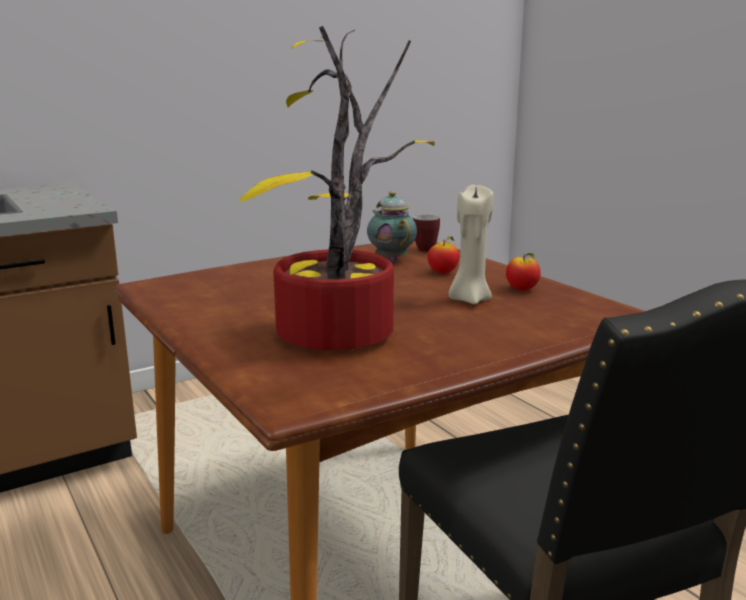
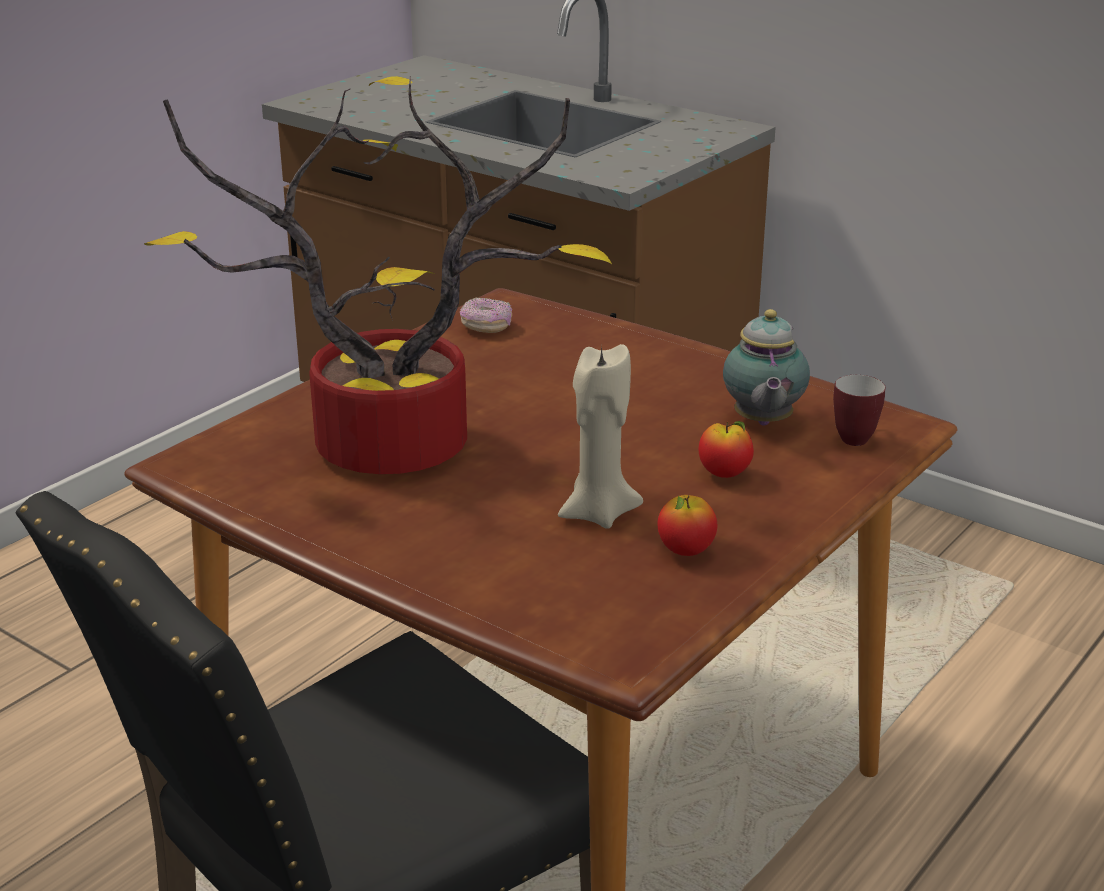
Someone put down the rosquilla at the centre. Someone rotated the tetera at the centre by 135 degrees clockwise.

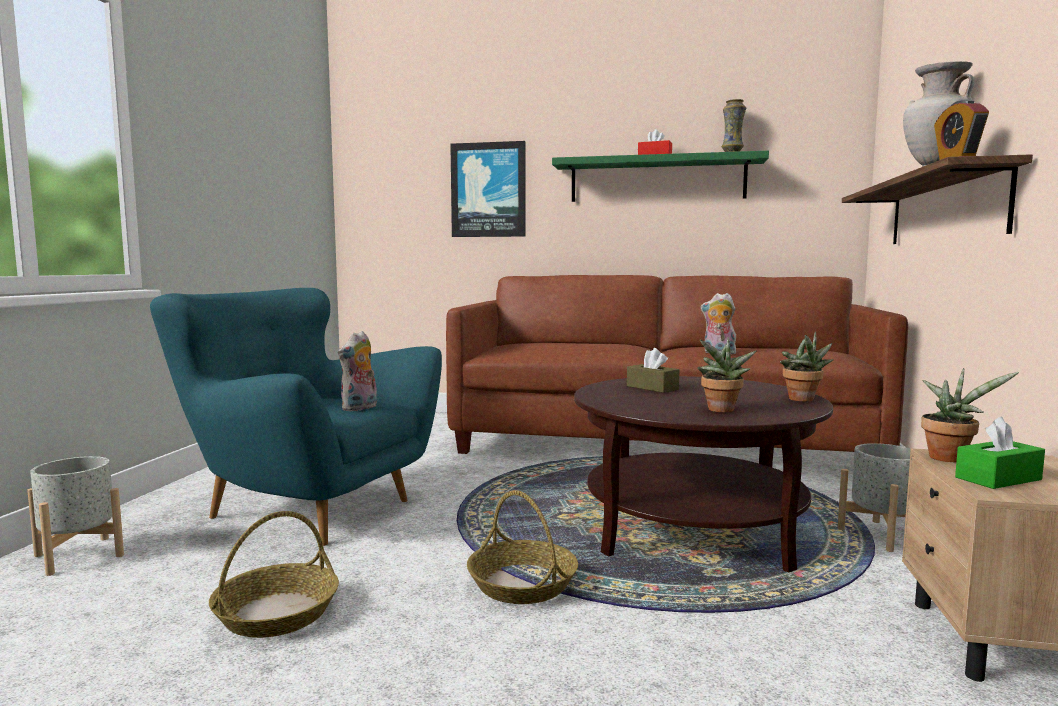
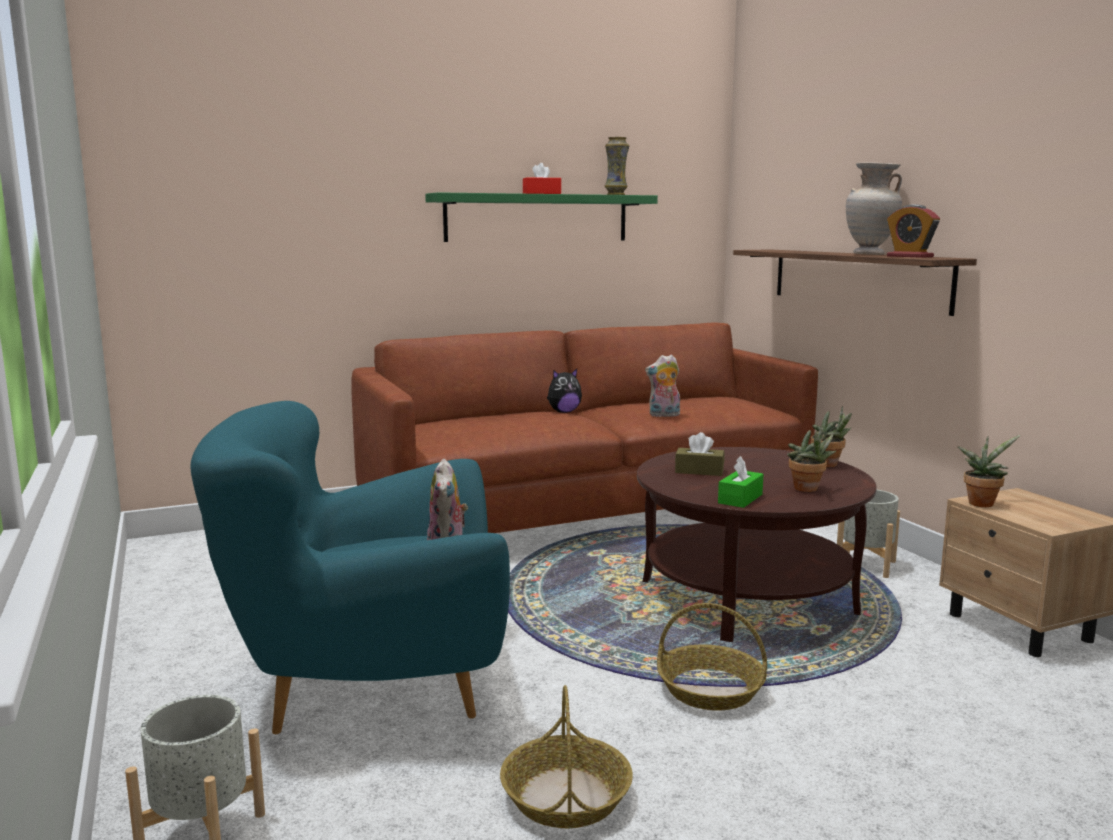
Someone took away the cuadro at the top centre. Someone put down the peluche (2nd from left) at the centre. Someone carried the caja de pañuelos (verde) from the middle right to the centre.

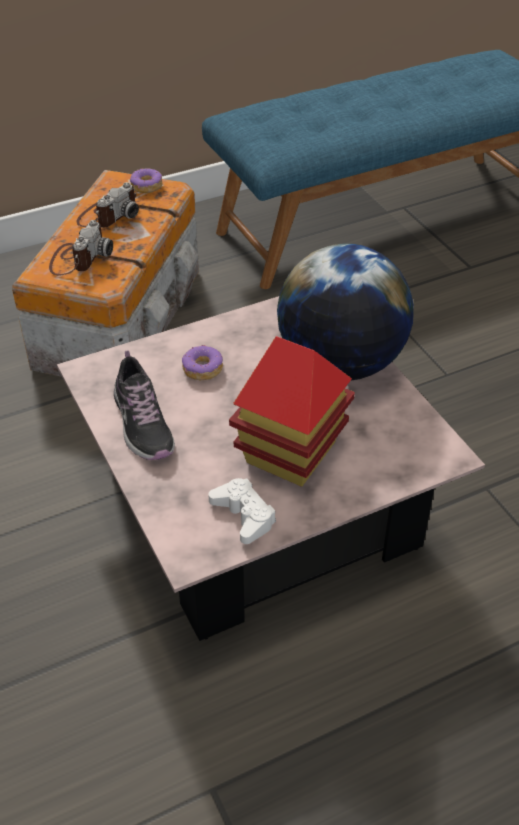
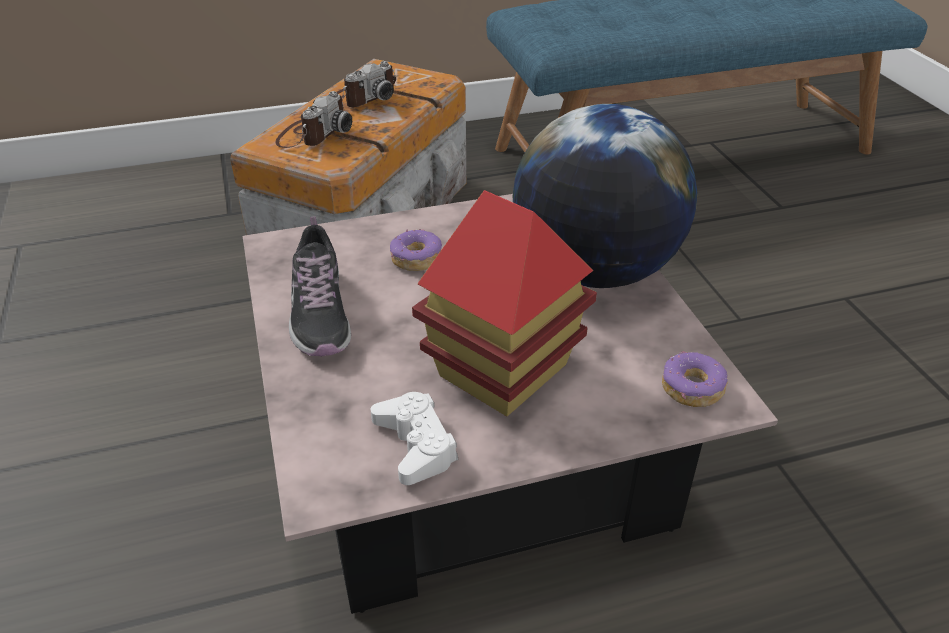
Someone carried the rosquilla (1st from left in the first image) from the top left to the middle right.

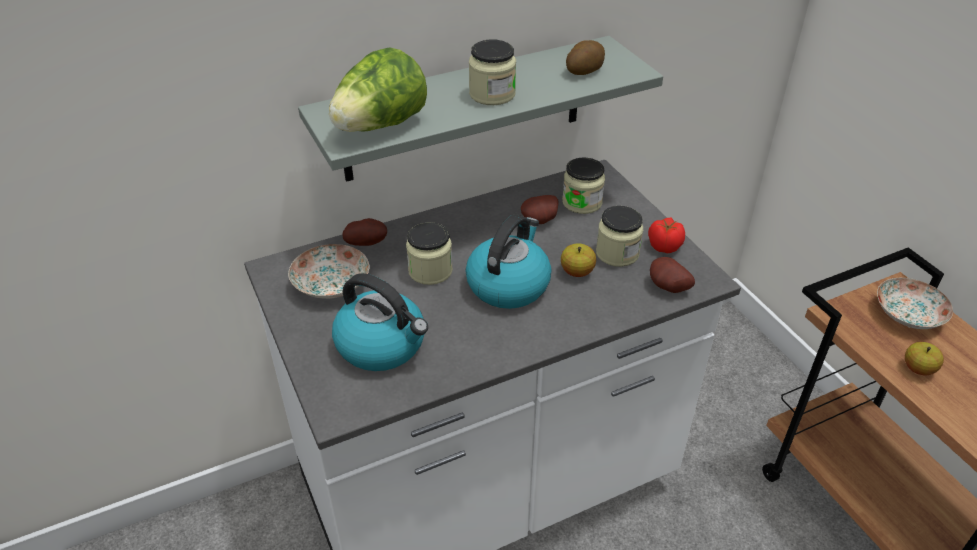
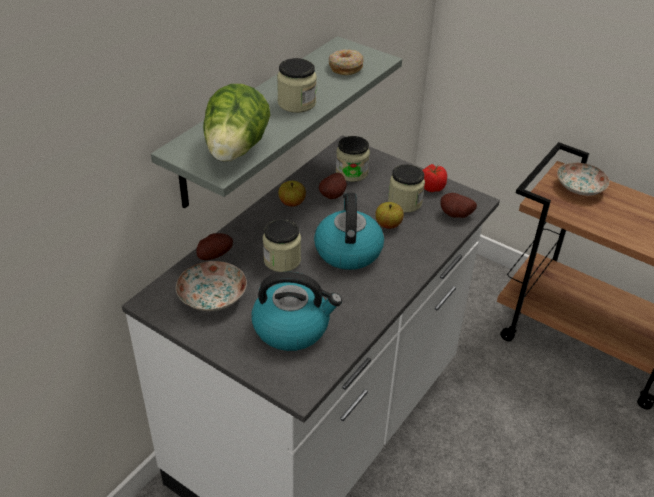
Someone carried the manzana (2nd from left in the first image) from the middle right to the centre. Someone swapped the patata (3rd from left) at the top centre for the rosquilla at the top centre.

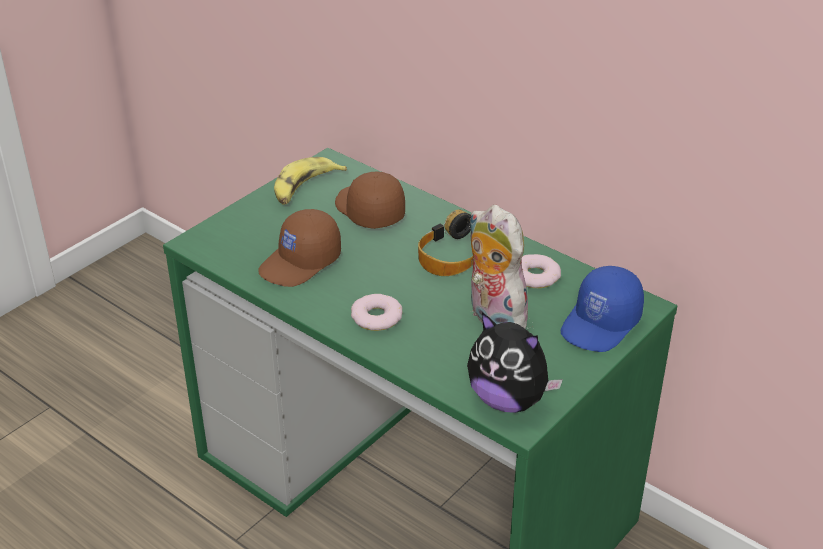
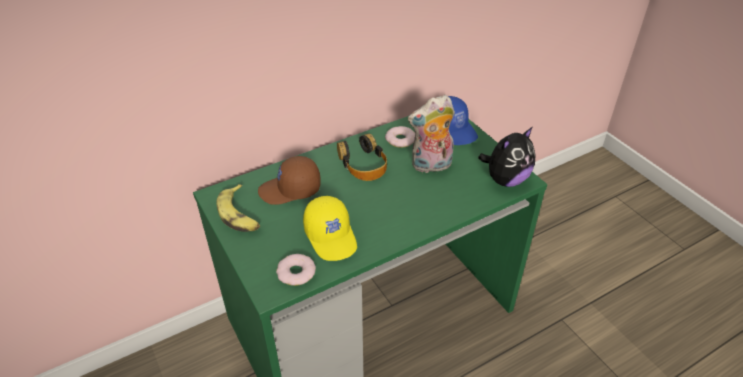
Someone carried the rosquilla (1st from left) from the centre to the bottom centre. Someone repainted the gorra (marrón) (1st from left) at the centre, which became the gorra (amarillo) at the centre.

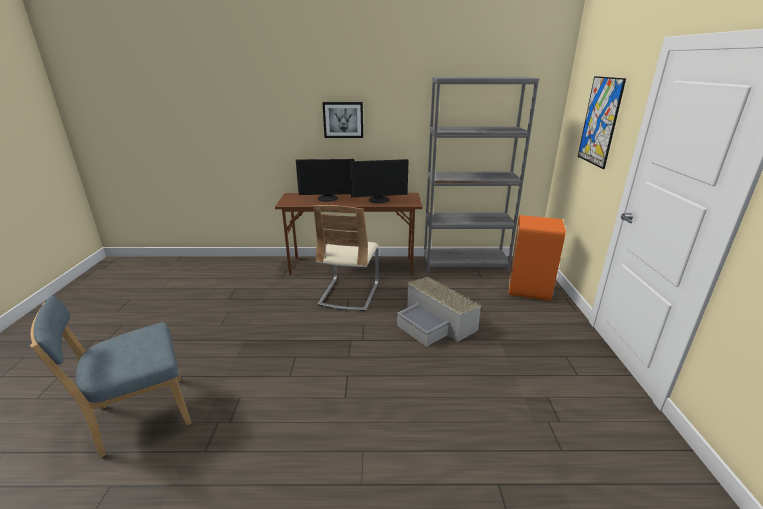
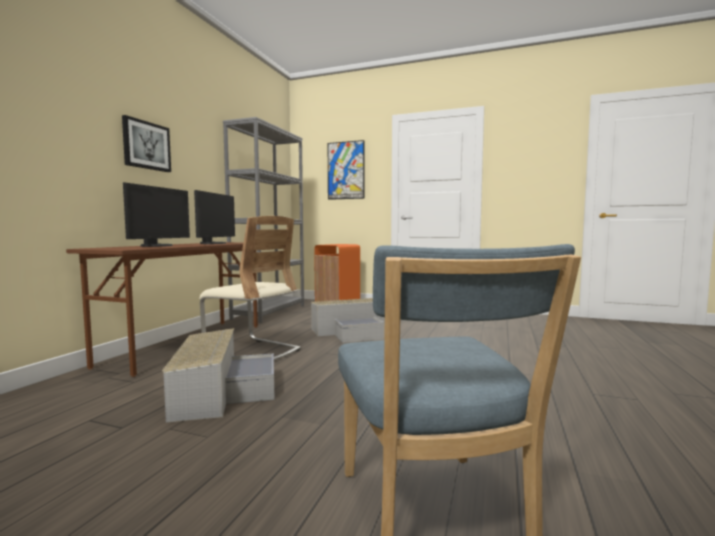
Someone put down the caja de almacenaje (gris) (1st from left) at the bottom left.

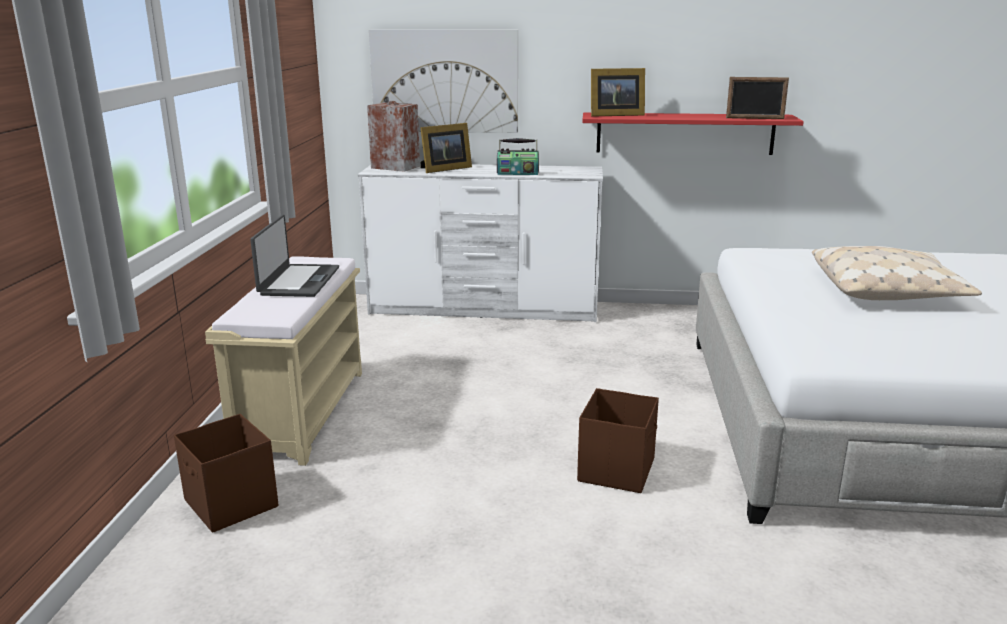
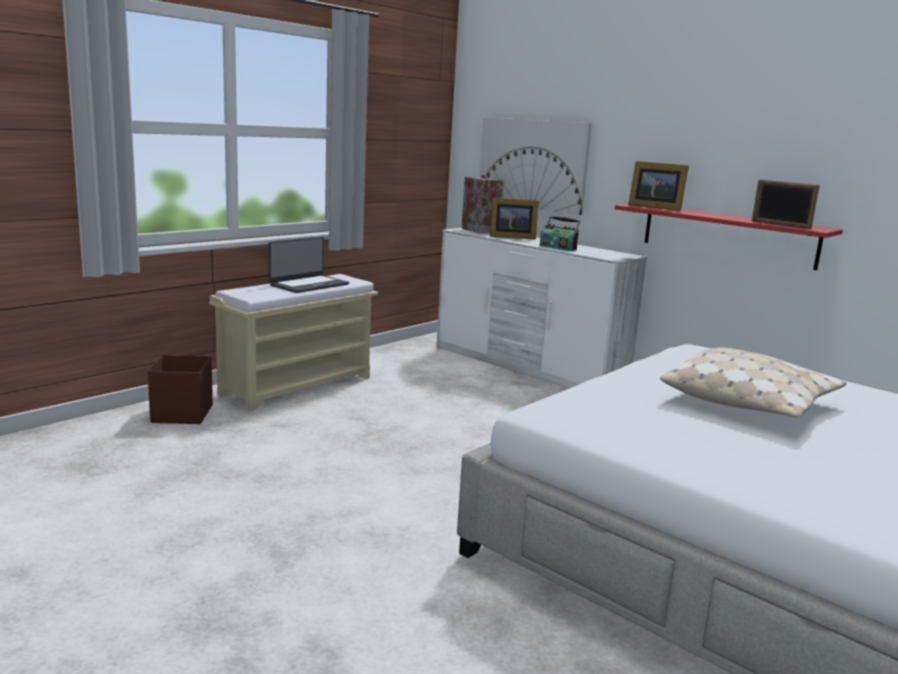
Someone took away the caja de almacenaje (marrón) (2nd from left) at the bottom centre.

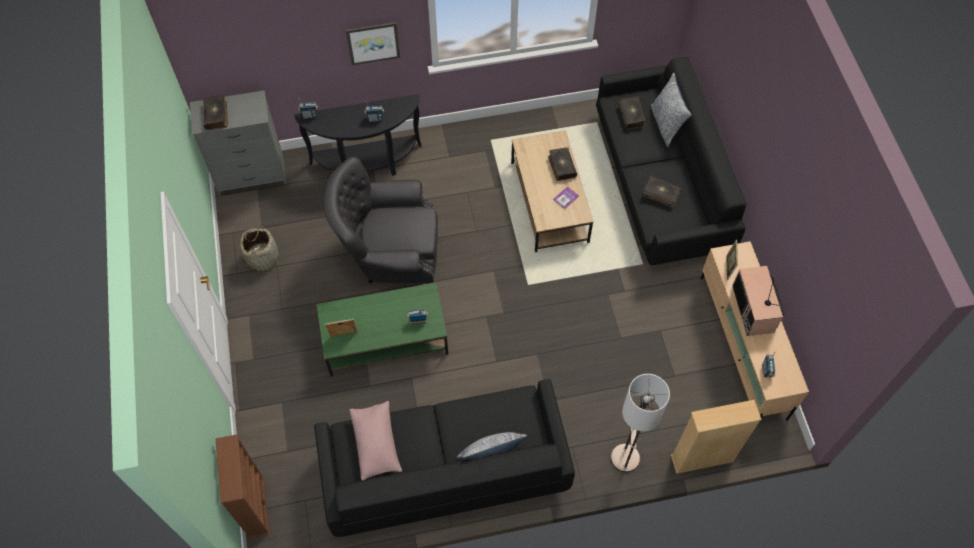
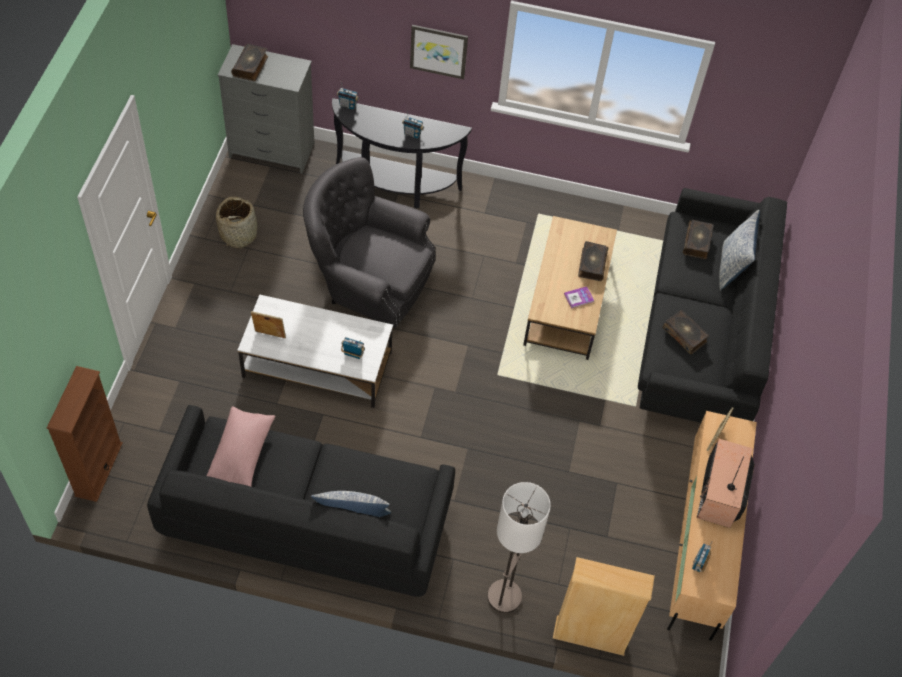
Someone repainted the mesa de centro (verde) at the centre, which became the mesa de centro (blanco) at the centre.

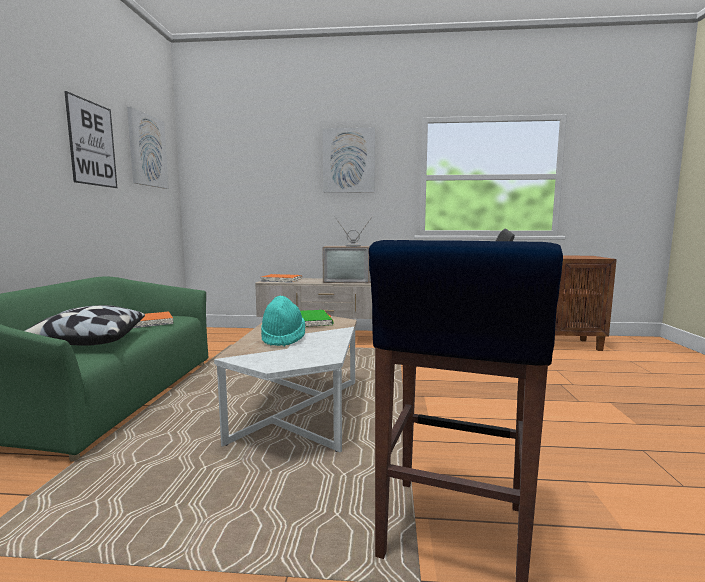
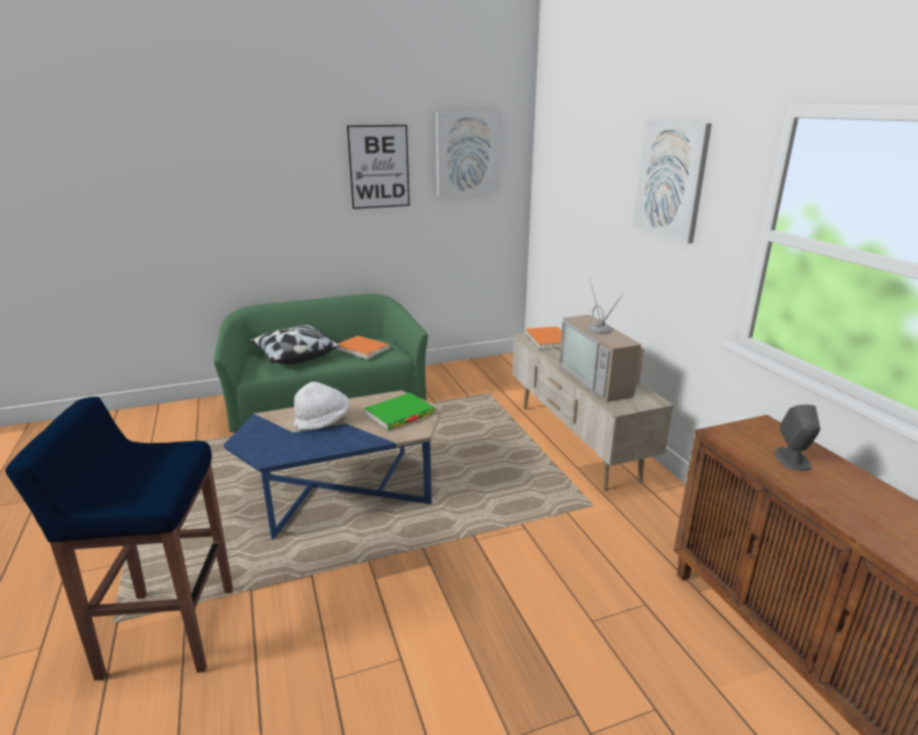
Someone repainted the mesa de centro (blanco) at the centre, which became the mesa de centro (azul) at the centre. Someone repainted the sombrero (turquesa) at the centre, which became the sombrero (blanco) at the centre.

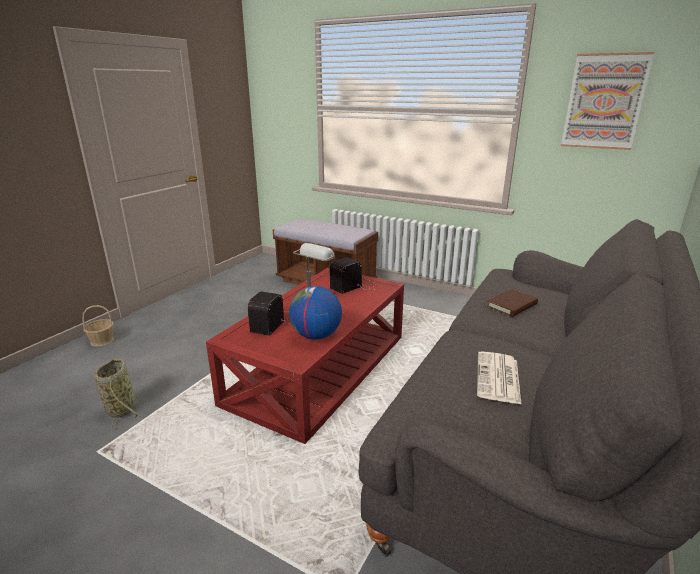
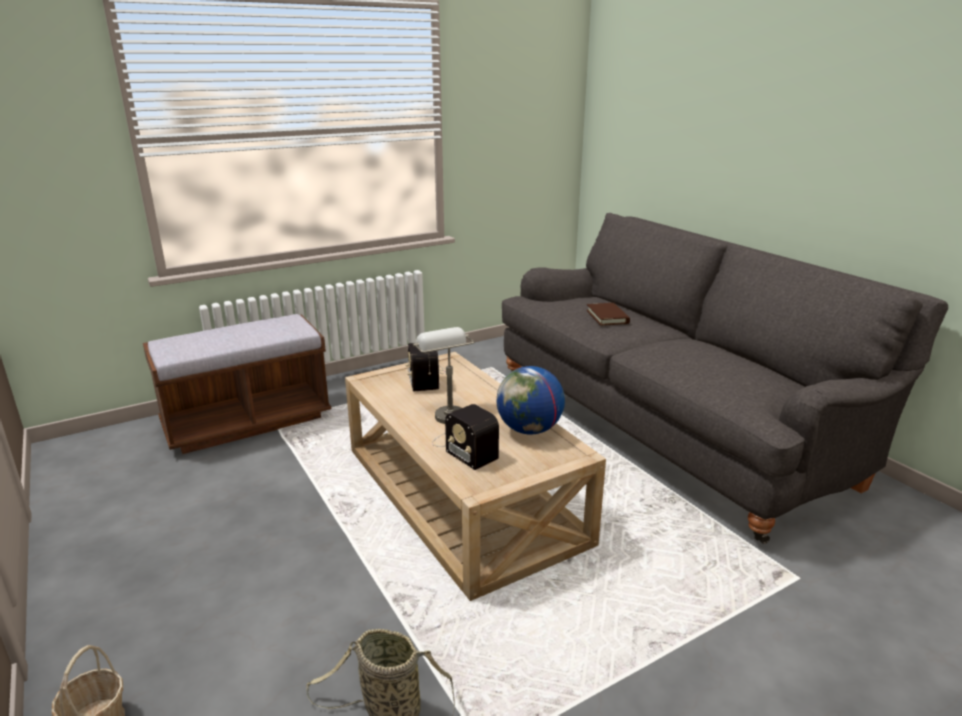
Someone took away the periódico at the middle right. Someone took away the cuadro at the top right. Someone repainted the mesa de centro (rojo) at the centre, which became the mesa de centro (beis) at the centre.

